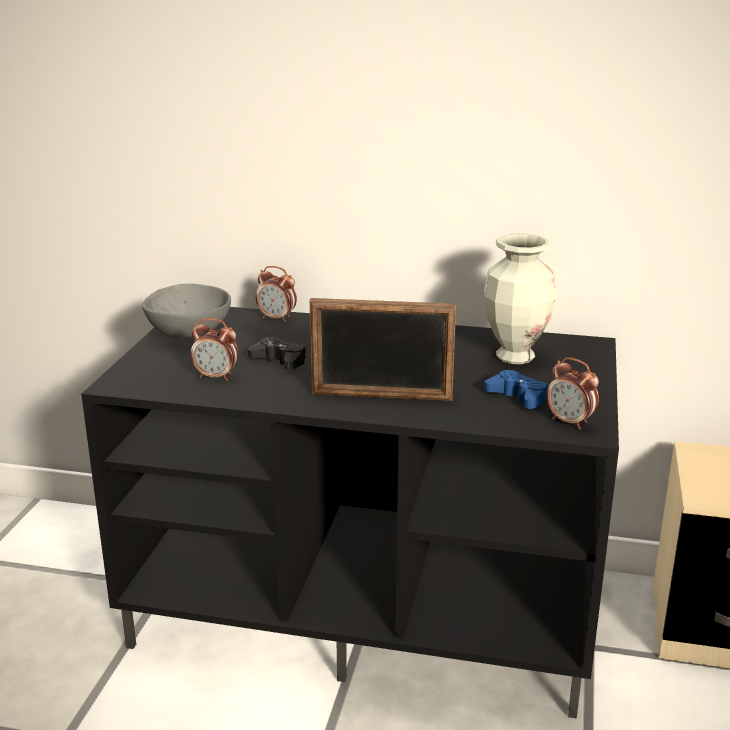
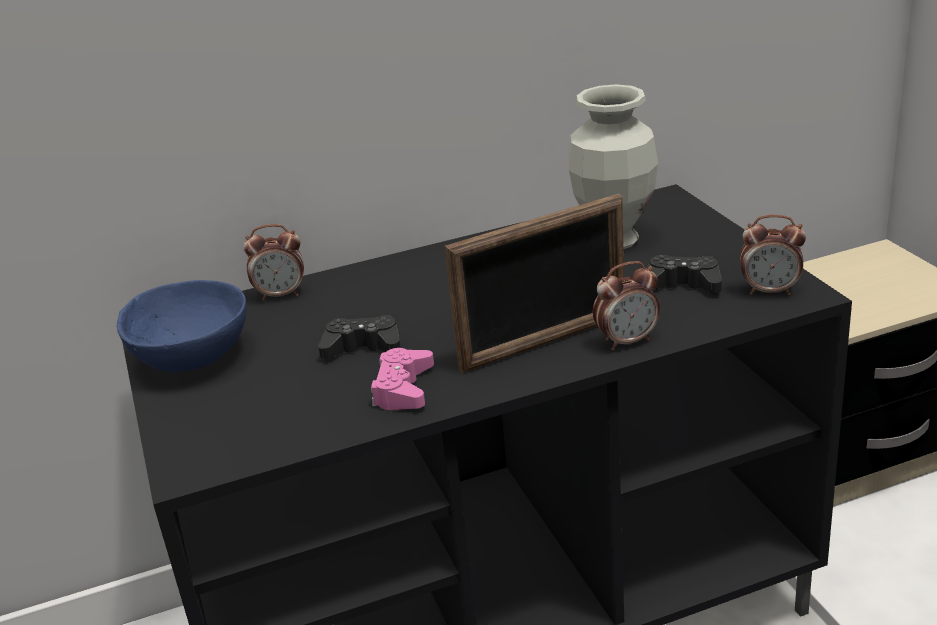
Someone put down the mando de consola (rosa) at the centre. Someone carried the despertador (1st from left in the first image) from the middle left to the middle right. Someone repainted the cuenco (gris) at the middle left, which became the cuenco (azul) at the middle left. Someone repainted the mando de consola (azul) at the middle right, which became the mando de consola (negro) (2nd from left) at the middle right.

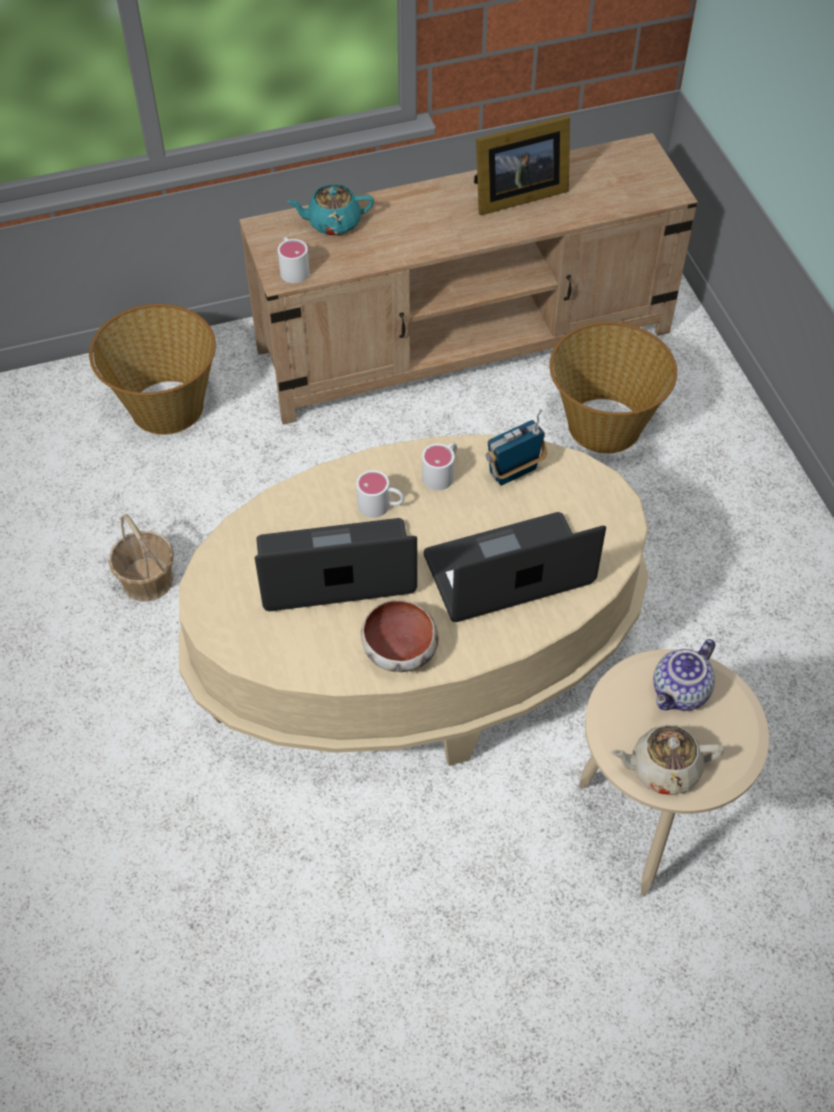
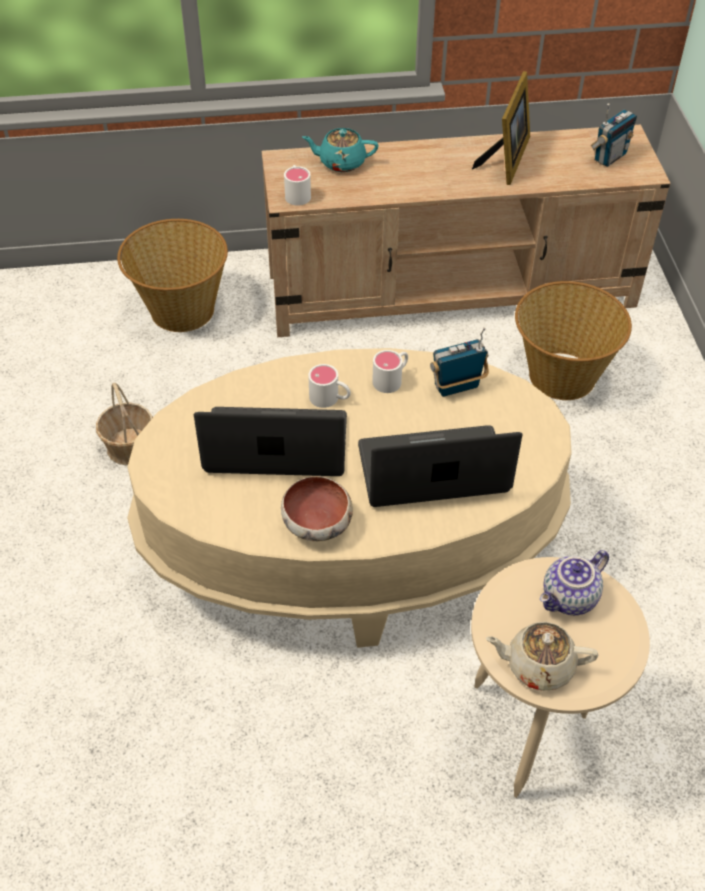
Someone put down the radio (2nd from left) at the top right. Someone rotated the portarretratos at the top centre by 60 degrees counterclockwise.

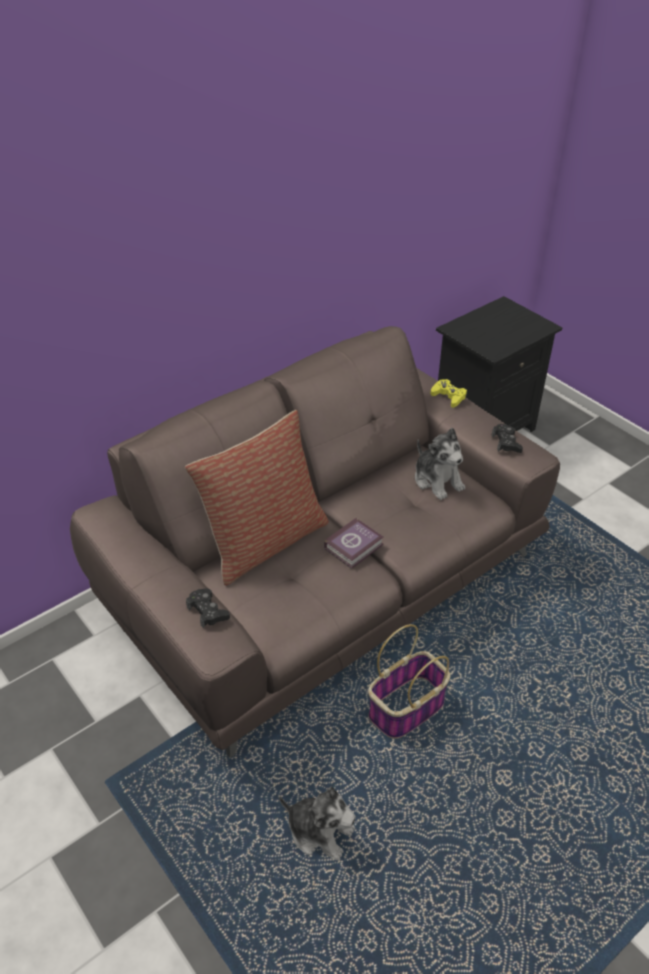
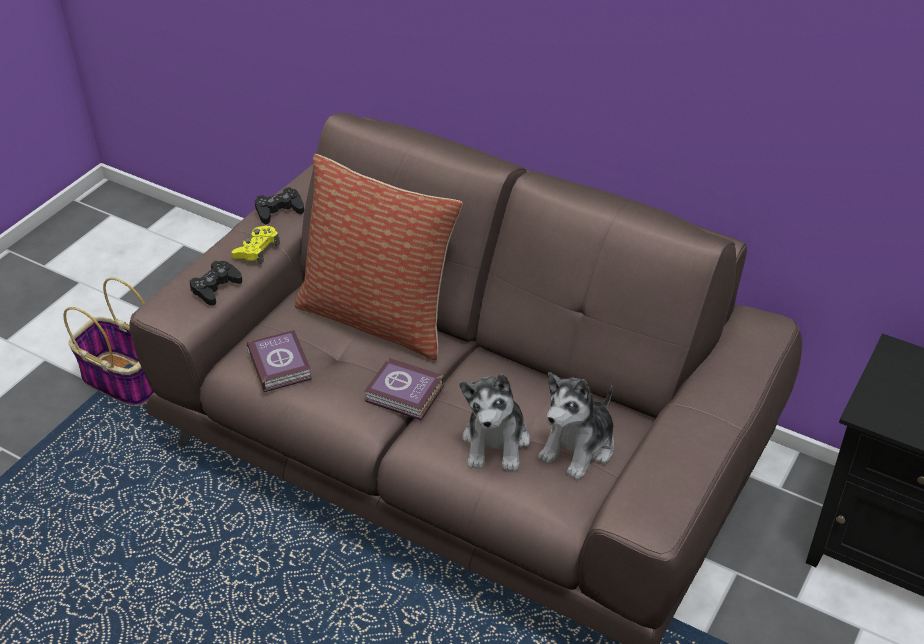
Someone put down the libro (1st from left) at the middle left. Someone carried the peluche (1st from left) from the bottom centre to the centre. Someone carried the cesta from the bottom centre to the middle left. Someone carried the mando de consola (amarillo) from the middle right to the middle left. Someone carried the mando de consola (negro) (2nd from left) from the middle right to the top left.

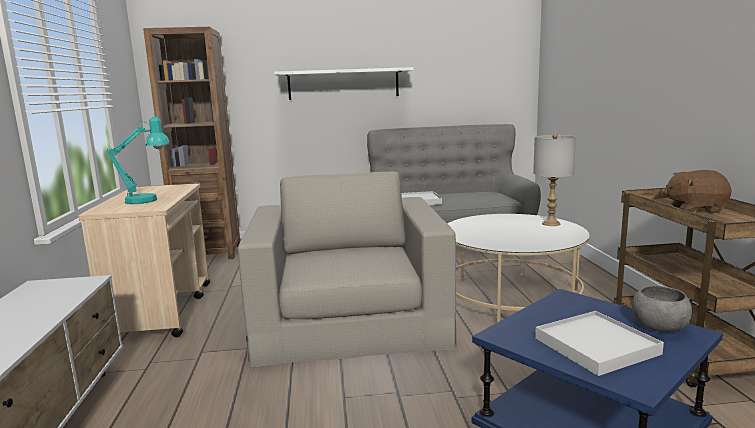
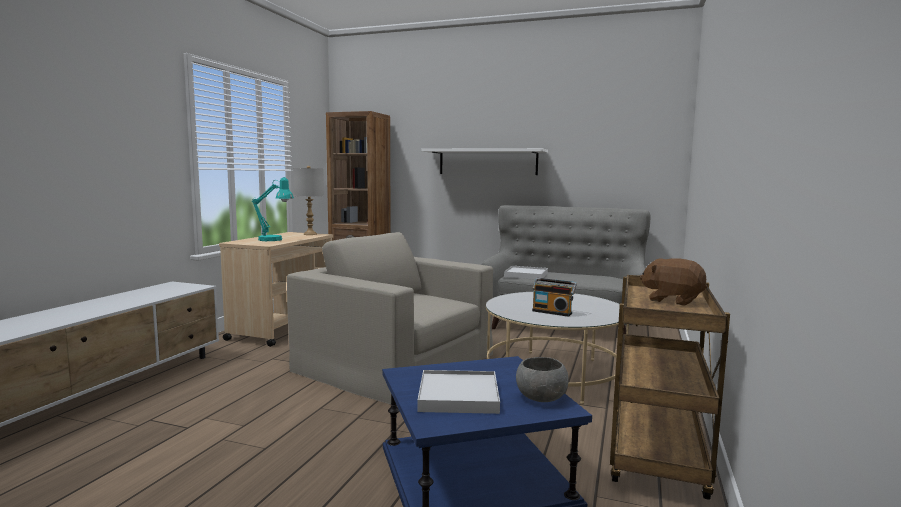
Someone put down the radio at the centre. Someone carried the lámpara de mesa (gris) from the middle right to the centre. Someone rotated the sillón (beis) at the centre by 75 degrees counterclockwise.

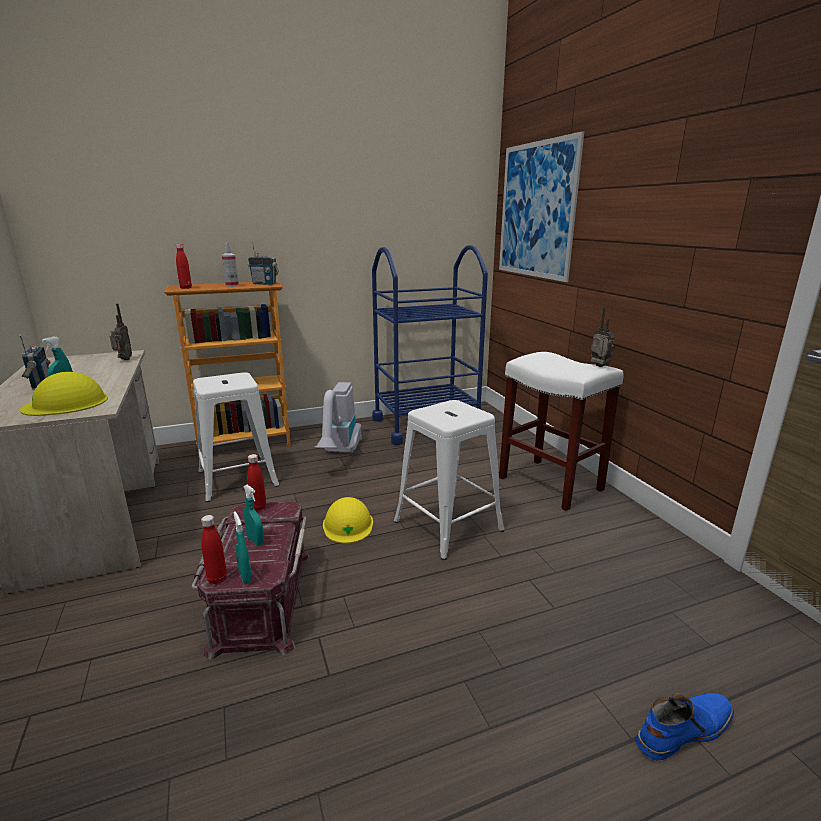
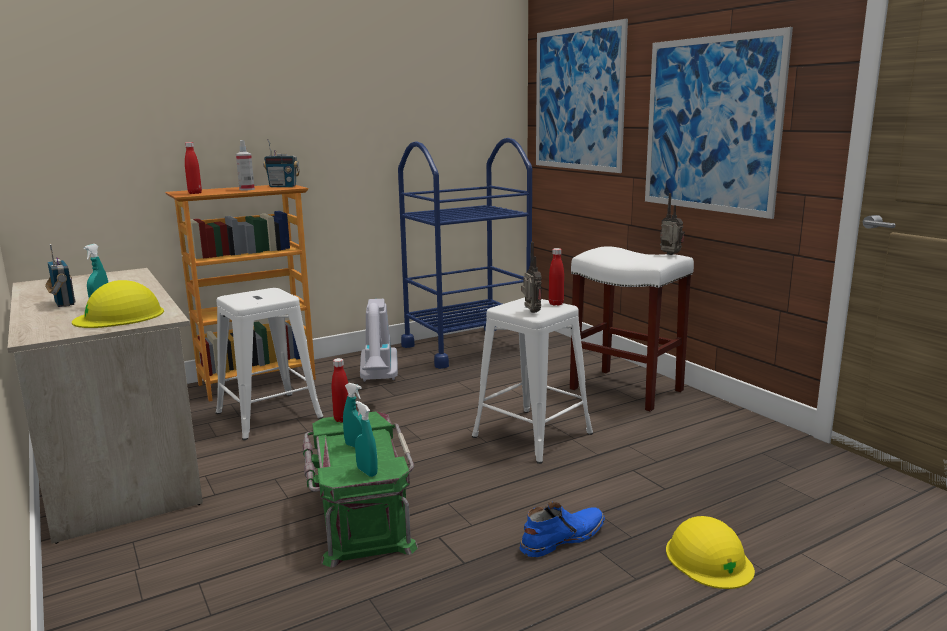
Someone put up the cuadro (2nd from left) at the top right. Someone carried the radio (2nd from left in the first image) from the middle left to the centre. Someone carried the botella (rojo) (2nd from left in the first image) from the bottom left to the centre. Someone carried the casco (amarillo) (2nd from left) from the centre to the bottom right. Someone carried the bota (azul) from the bottom right to the bottom centre. Someone repainted the caja de almacenaje (rojo) at the bottom left, which became the caja de almacenaje (verde) at the bottom centre.

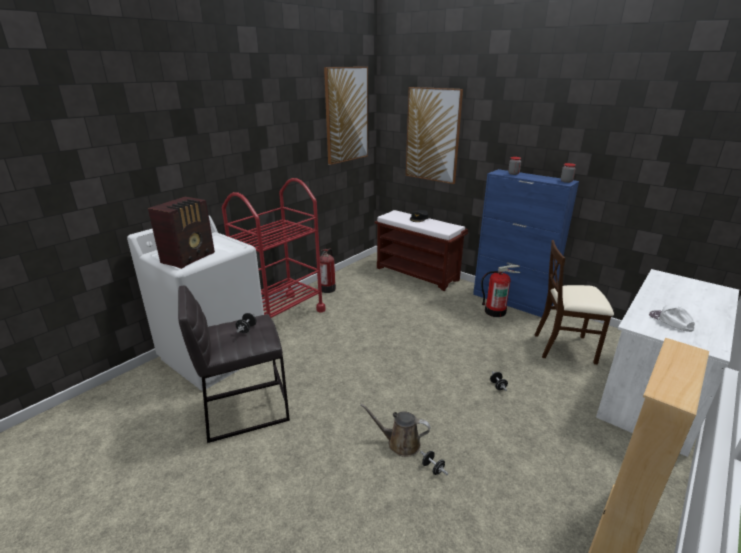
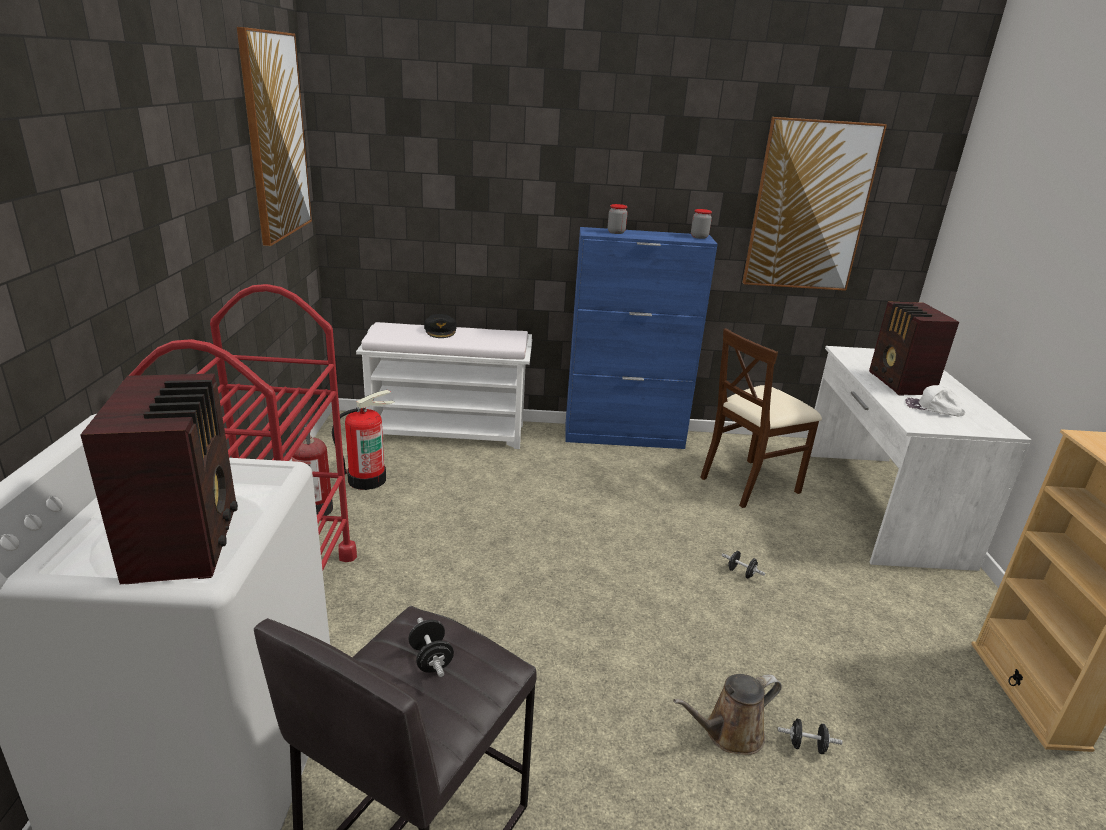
Someone put down the radio (2nd from left) at the middle right. Someone carried the cuadro (2nd from left) from the top centre to the top right. Someone carried the extintor (2nd from left) from the middle right to the middle left. Someone repainted the banco (marrón) at the centre, which became the banco (blanco) at the centre.

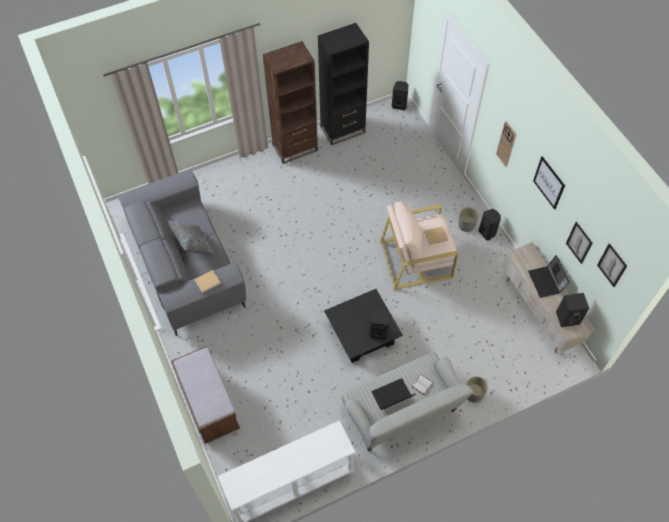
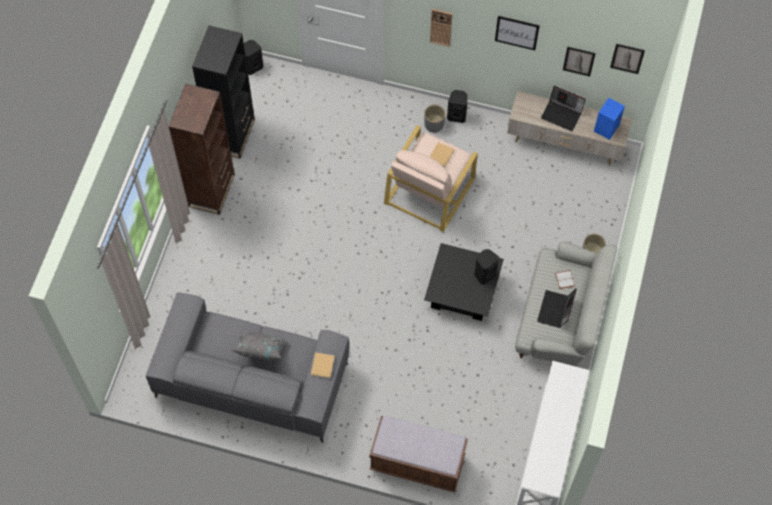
Someone repainted the altavoz (negro) (4th from left) at the middle right, which became the altavoz (azul) at the top right.

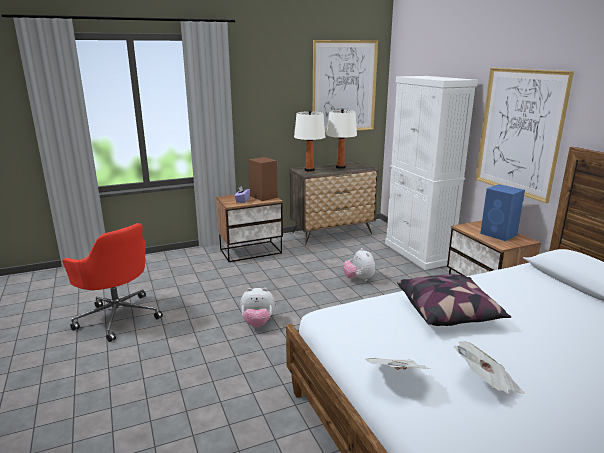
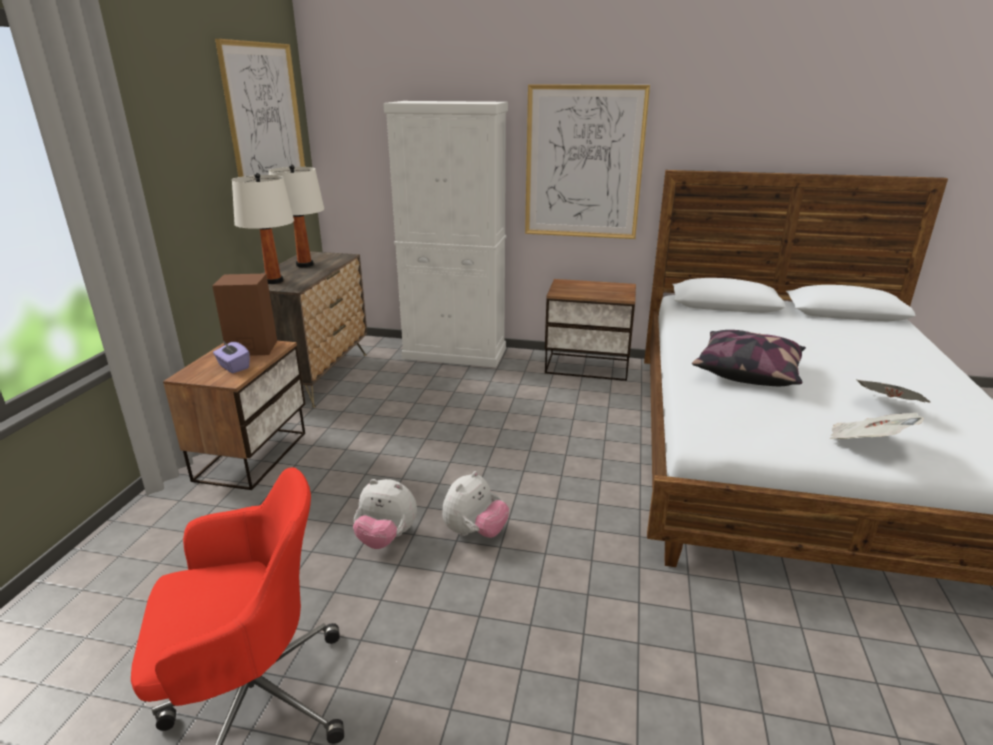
Someone took away the altavoz (azul) at the middle right. Someone carried the peluche (2nd from left in the first image) from the centre to the bottom centre.

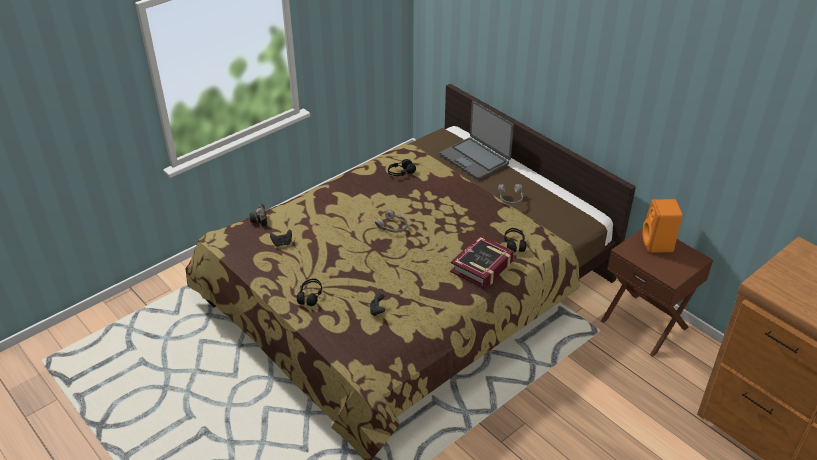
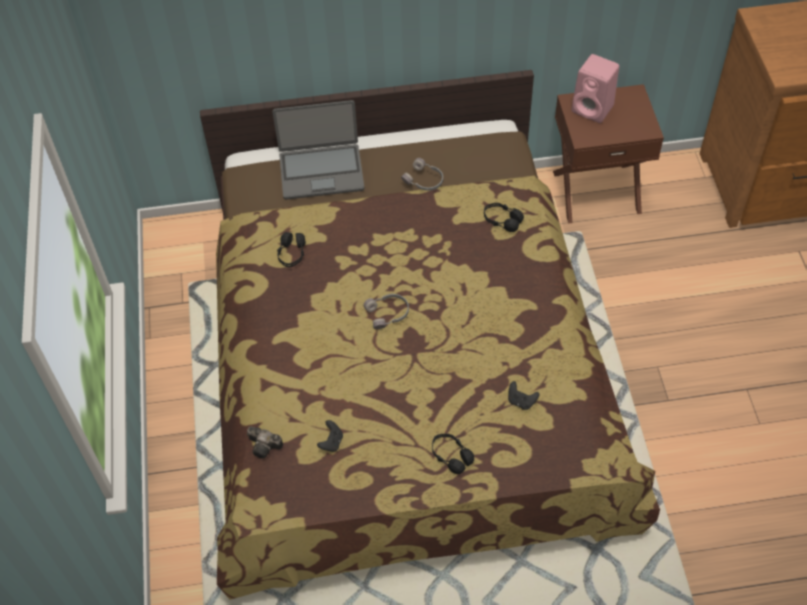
Someone took away the libro at the centre. Someone repainted the altavoz (naranja) at the middle right, which became the altavoz (rosa) at the top right.

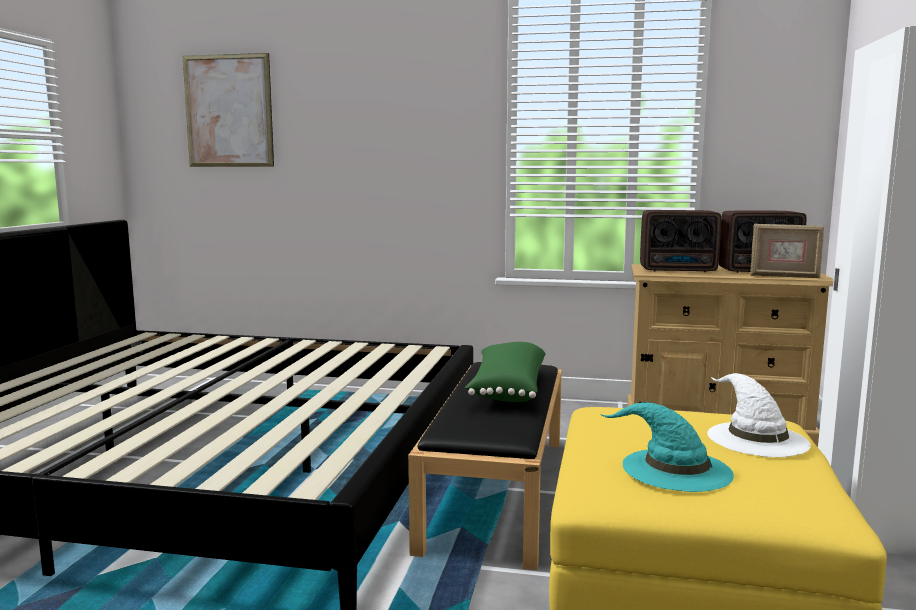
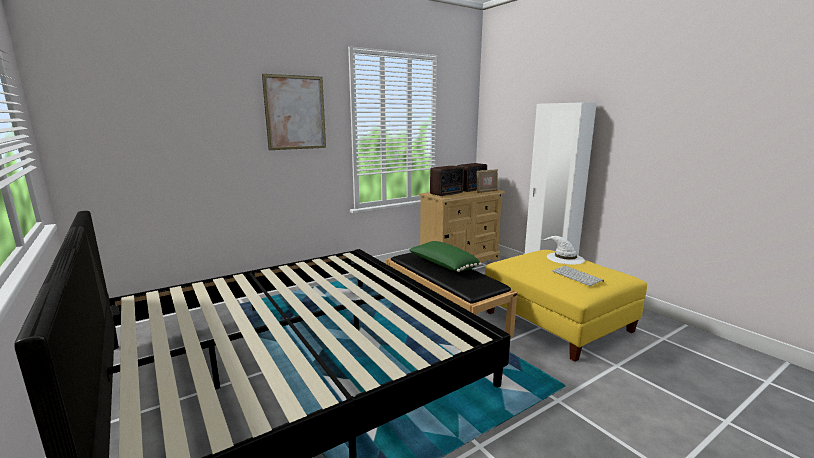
Someone carried the cuadro from the top left to the top centre. Someone swapped the sombrero (turquesa) at the bottom right for the teclado at the middle right.

